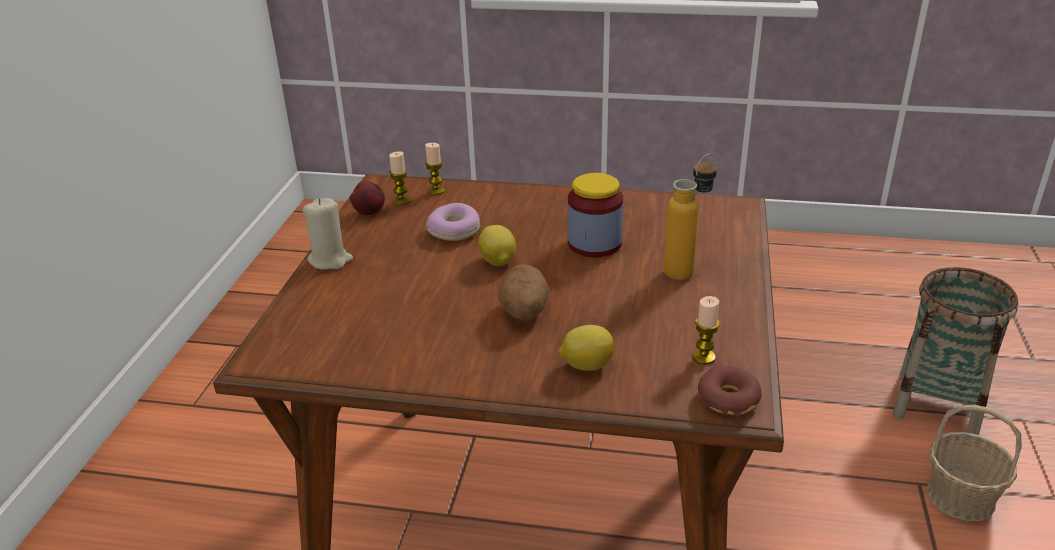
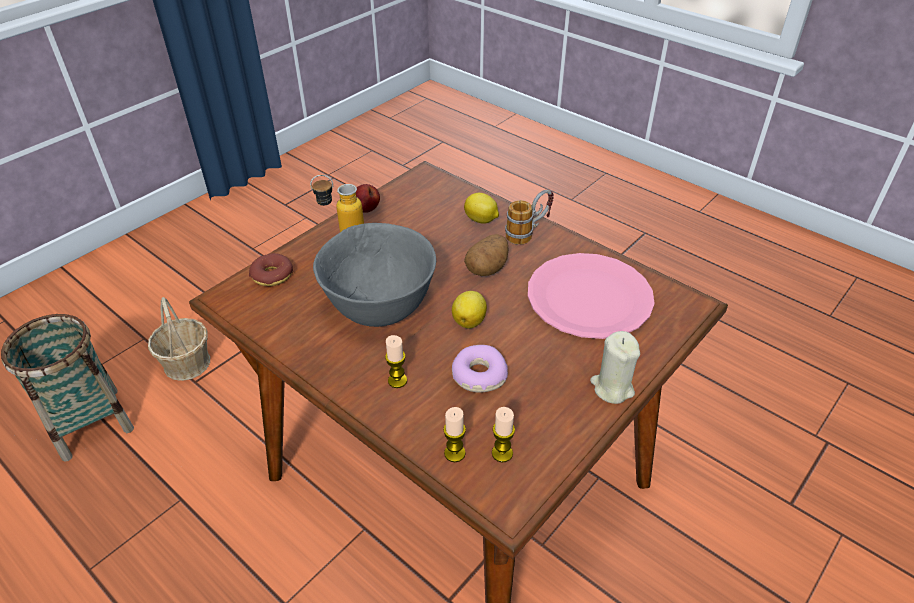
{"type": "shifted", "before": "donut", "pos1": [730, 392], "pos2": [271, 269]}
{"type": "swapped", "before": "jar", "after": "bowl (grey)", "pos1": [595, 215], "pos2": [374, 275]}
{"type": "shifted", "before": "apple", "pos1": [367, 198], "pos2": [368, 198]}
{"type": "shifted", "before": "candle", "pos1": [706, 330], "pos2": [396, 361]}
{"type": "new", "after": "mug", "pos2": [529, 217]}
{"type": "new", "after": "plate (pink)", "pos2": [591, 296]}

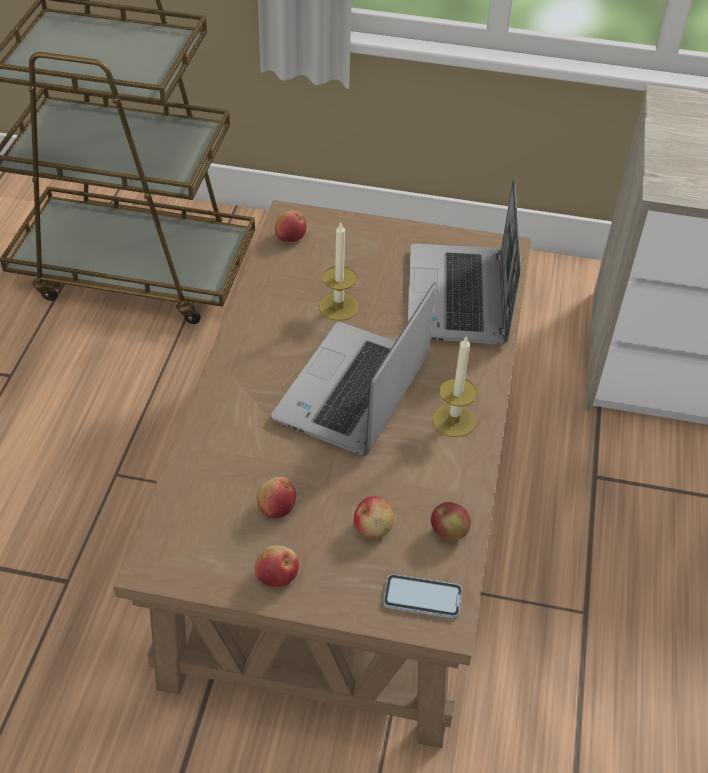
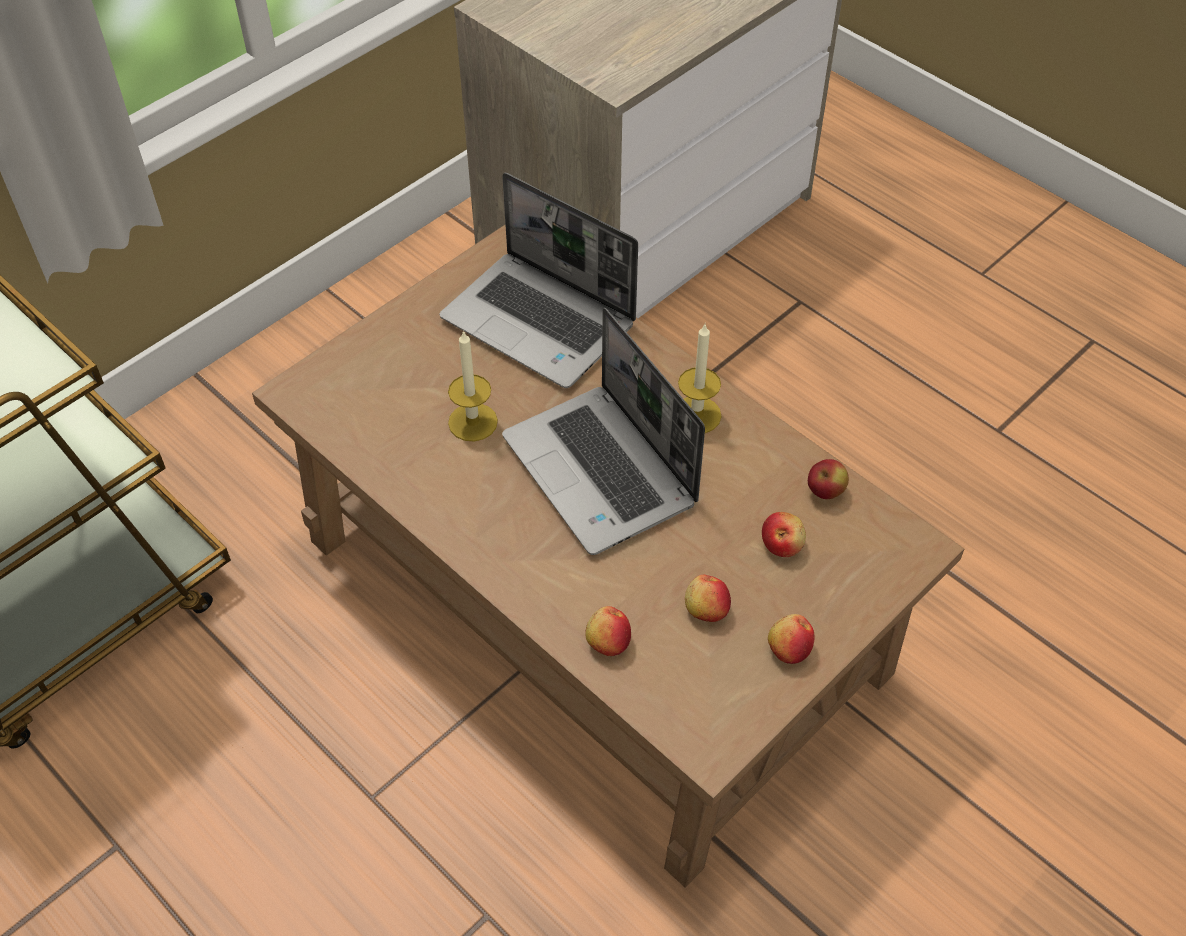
{"type": "shifted", "before": "apple", "pos1": [291, 226], "pos2": [608, 631]}
{"type": "gone", "before": "phone", "pos1": [422, 596]}

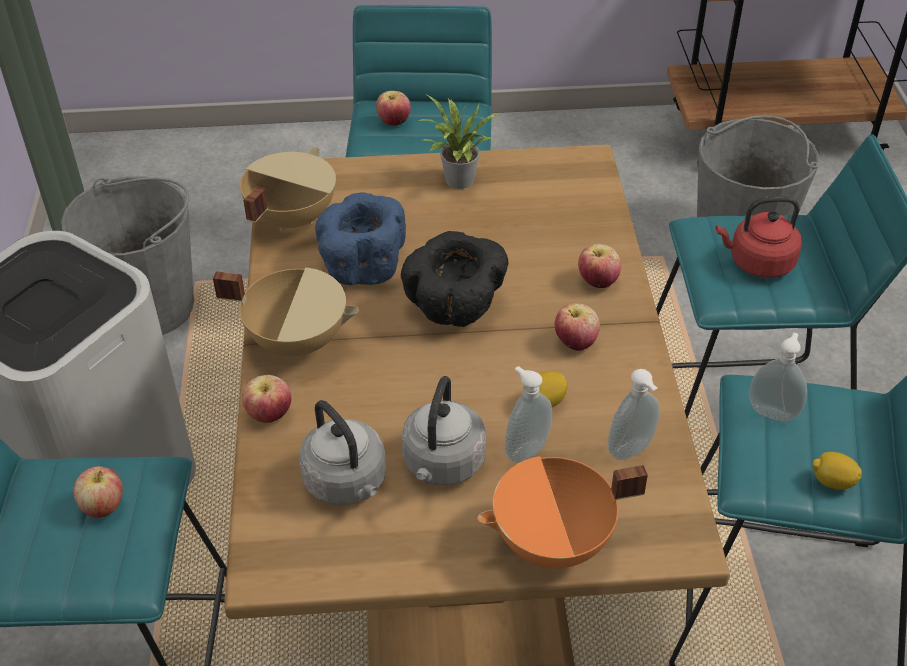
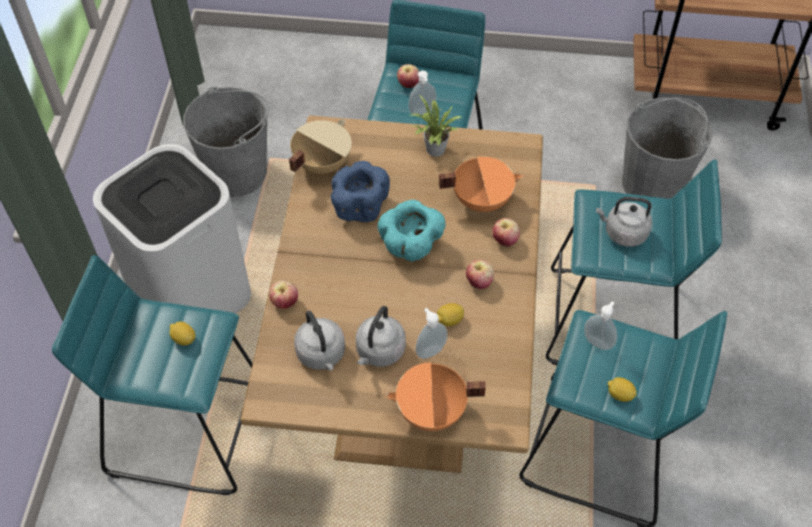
{"type": "swapped", "before": "apple", "after": "lemon", "pos1": [98, 492], "pos2": [182, 333]}
{"type": "repainted", "before": "bowl (black)", "after": "bowl (turquoise)", "pos1": [454, 279], "pos2": [412, 231]}
{"type": "shifted", "before": "soap dispenser", "pos1": [634, 414], "pos2": [422, 92]}
{"type": "new", "after": "cooking pot (orange)", "pos2": [481, 184]}
{"type": "repainted", "before": "kettle (red)", "after": "kettle (grey)", "pos1": [759, 237], "pos2": [624, 222]}
{"type": "gone", "before": "cooking pot (beige)", "pos1": [286, 313]}

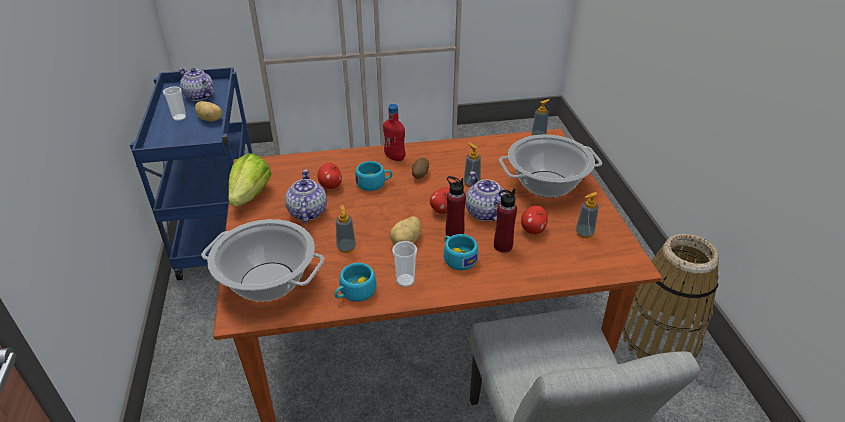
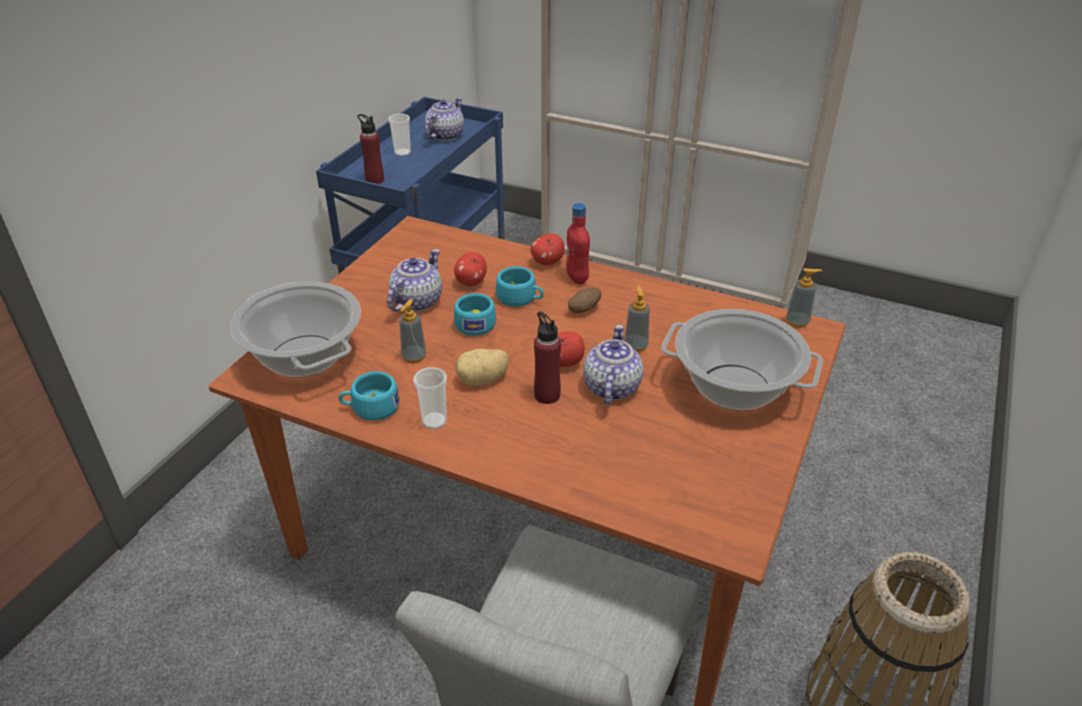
{"type": "shifted", "before": "bottle (red)", "pos1": [505, 220], "pos2": [370, 149]}
{"type": "rotated", "before": "teapot", "pos1": [196, 84], "pos2": [444, 119], "turn": 45}
{"type": "shifted", "before": "cup (turquoise)", "pos1": [461, 252], "pos2": [475, 314]}
{"type": "shifted", "before": "apple", "pos1": [534, 220], "pos2": [547, 249]}
{"type": "gone", "before": "potato", "pos1": [209, 111]}
{"type": "gone", "before": "lettuce", "pos1": [250, 180]}
{"type": "gone", "before": "soap dispenser", "pos1": [587, 215]}

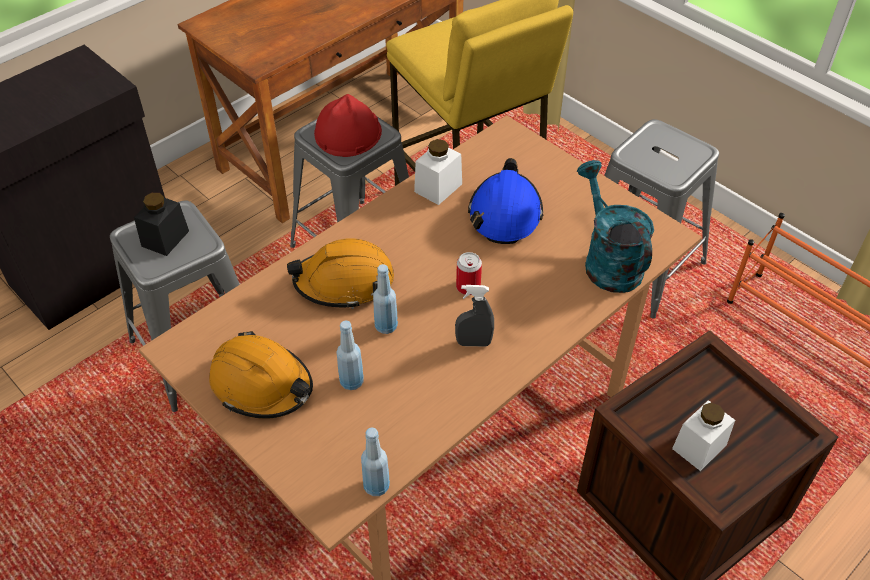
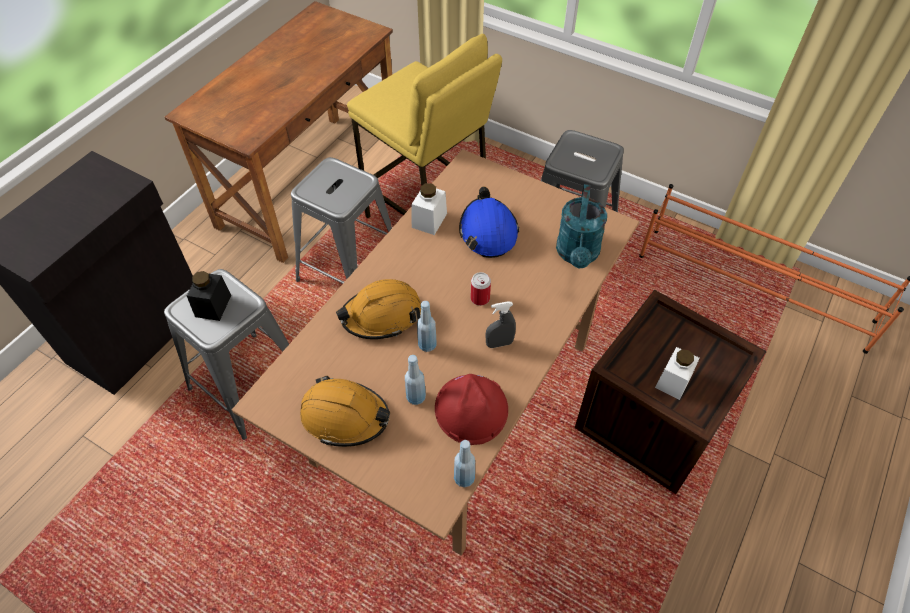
{"type": "shifted", "before": "hard hat (red)", "pos1": [348, 125], "pos2": [471, 409]}
{"type": "rotated", "before": "watering can (turquoise)", "pos1": [615, 226], "pos2": [581, 226], "turn": -135}

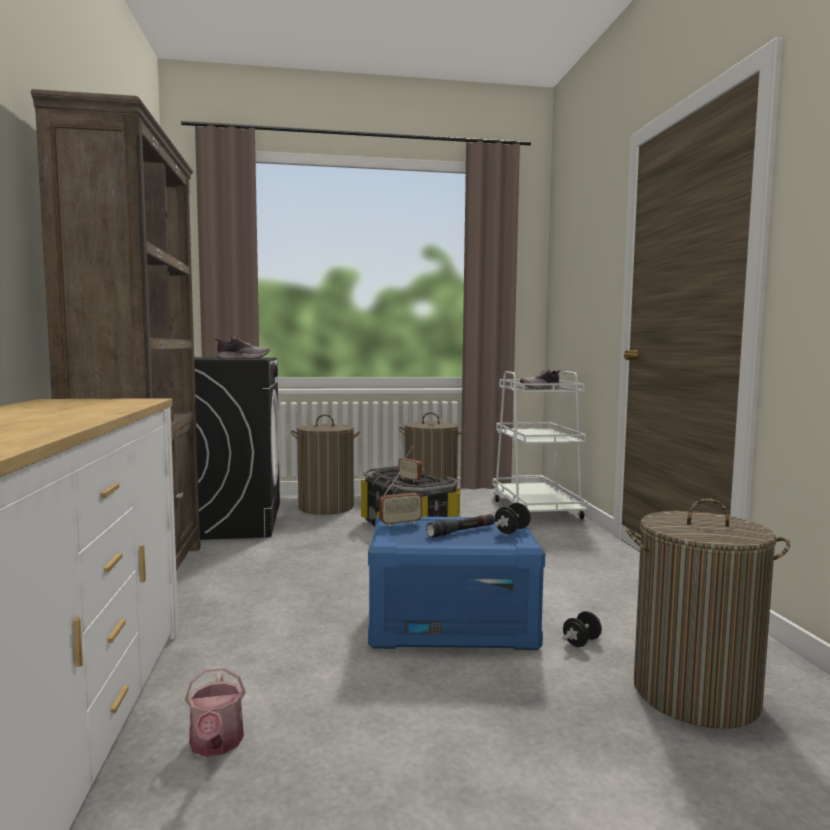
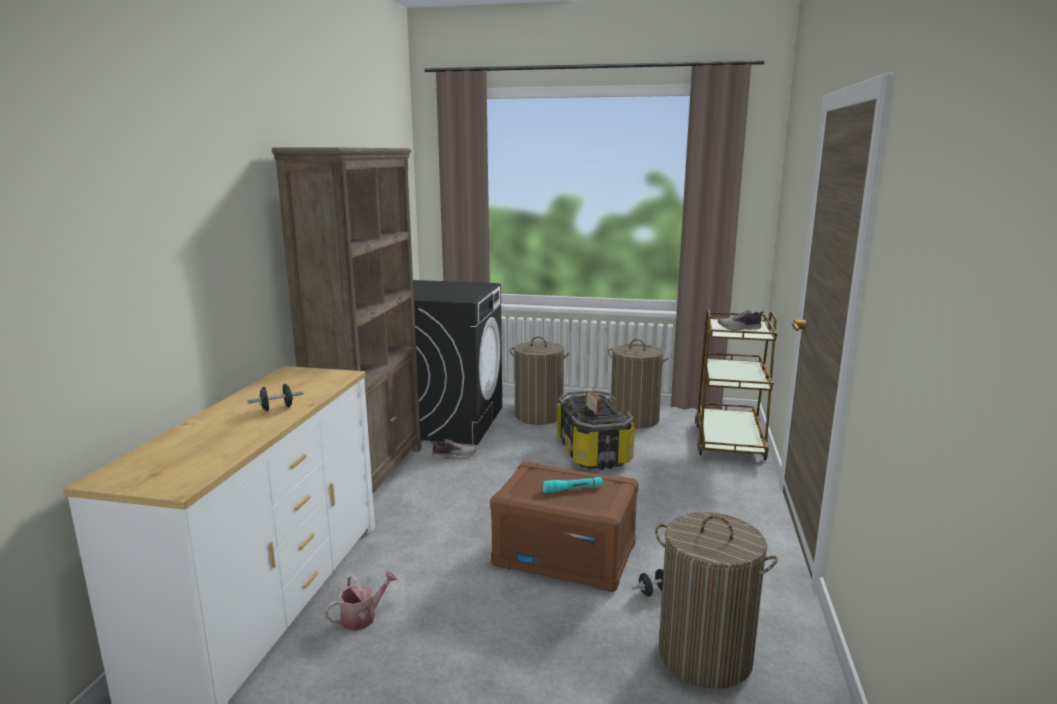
{"type": "shifted", "before": "dumbbell (black)", "pos1": [513, 518], "pos2": [275, 397]}
{"type": "rotated", "before": "watering can", "pos1": [215, 711], "pos2": [361, 601], "turn": -135}
{"type": "shifted", "before": "shoe", "pos1": [242, 348], "pos2": [453, 449]}
{"type": "repainted", "before": "storage box (blue)", "after": "storage box (brown)", "pos1": [456, 583], "pos2": [564, 526]}
{"type": "repainted", "before": "flashlight (black)", "after": "flashlight (turquoise)", "pos1": [460, 525], "pos2": [572, 485]}
{"type": "repainted", "before": "cart (white)", "after": "cart (brown)", "pos1": [540, 445], "pos2": [736, 384]}
{"type": "gone", "before": "radio", "pos1": [400, 499]}

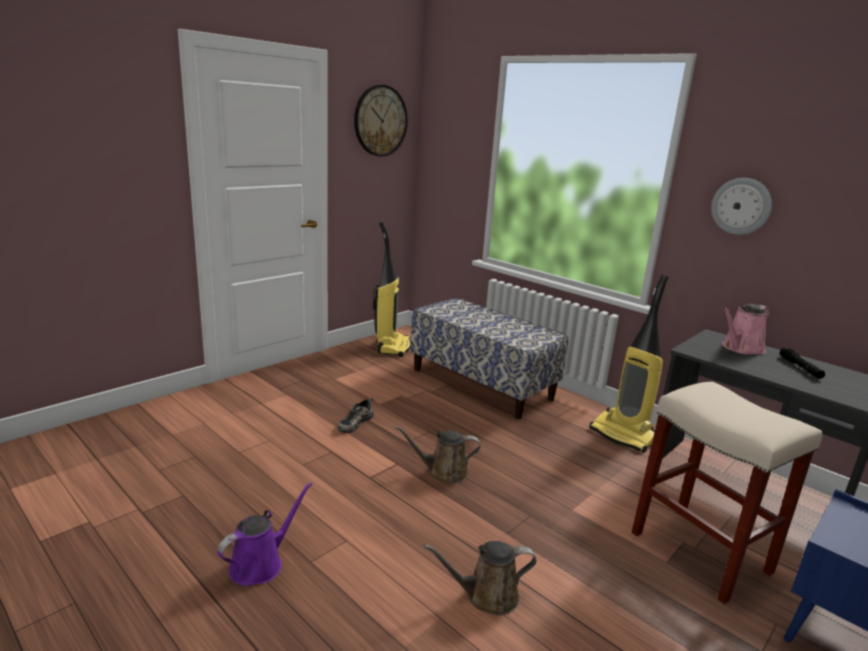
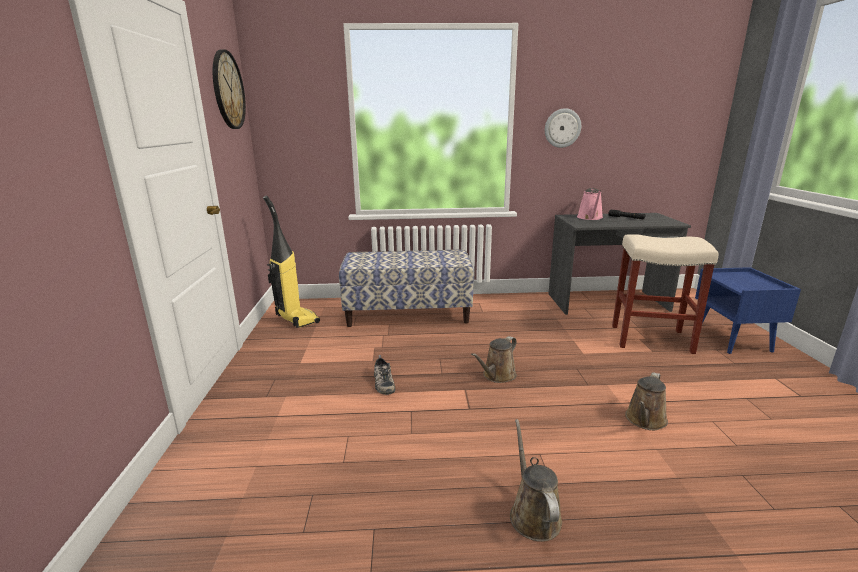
{"type": "repainted", "before": "watering can (purple)", "after": "watering can (brown)", "pos1": [264, 534], "pos2": [536, 480]}
{"type": "gone", "before": "vacuum cleaner", "pos1": [628, 364]}

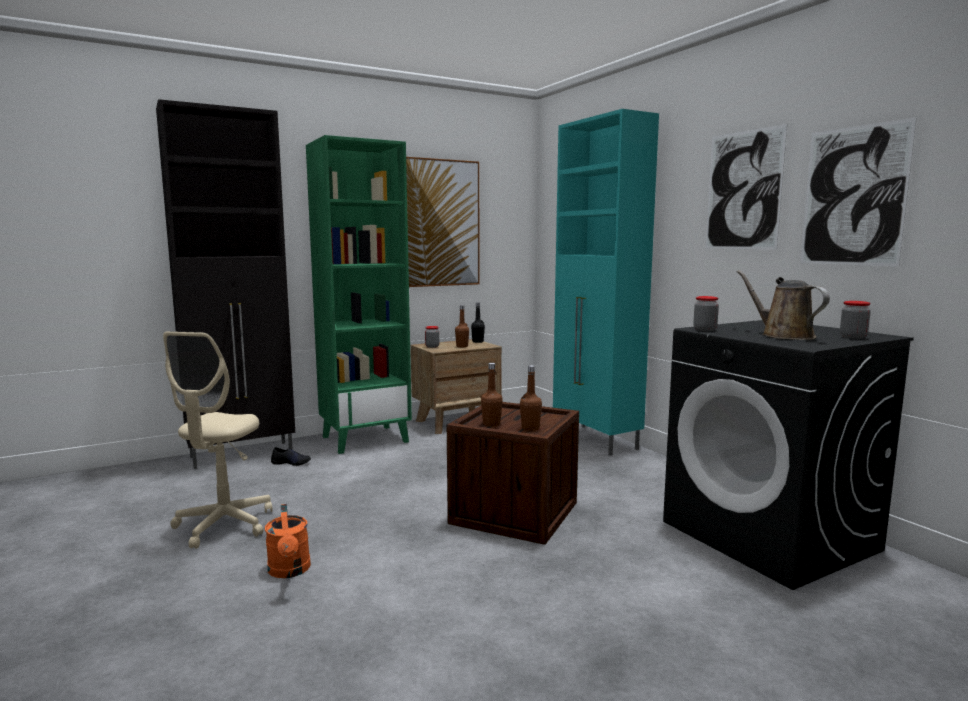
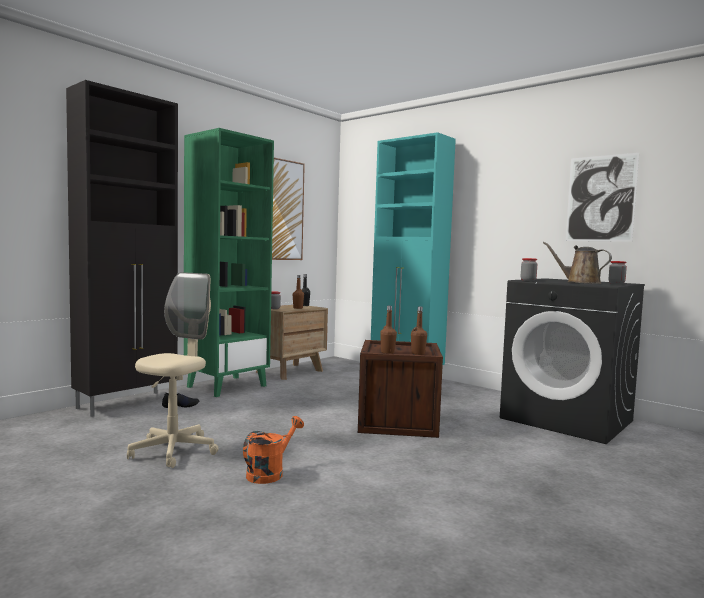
{"type": "rotated", "before": "office chair (beige)", "pos1": [218, 440], "pos2": [173, 370], "turn": -150}
{"type": "rotated", "before": "watering can (orange)", "pos1": [288, 541], "pos2": [273, 450], "turn": -105}
{"type": "gone", "before": "picture", "pos1": [746, 187]}

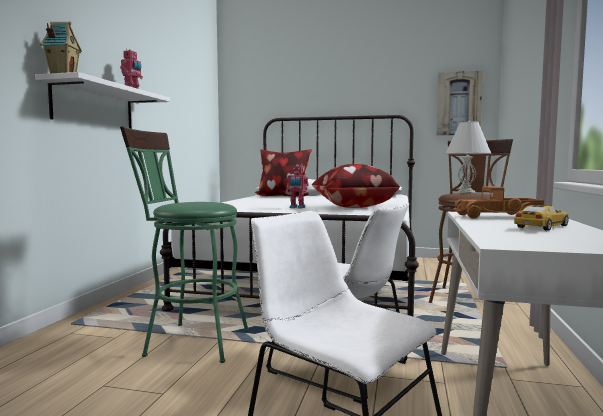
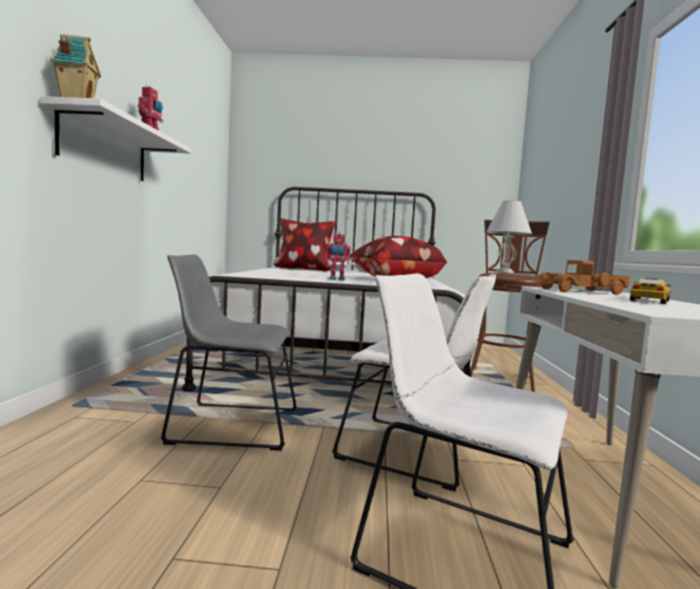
{"type": "swapped", "before": "stool (green)", "after": "chair (grey)", "pos1": [184, 244], "pos2": [229, 353]}
{"type": "gone", "before": "picture", "pos1": [459, 103]}

